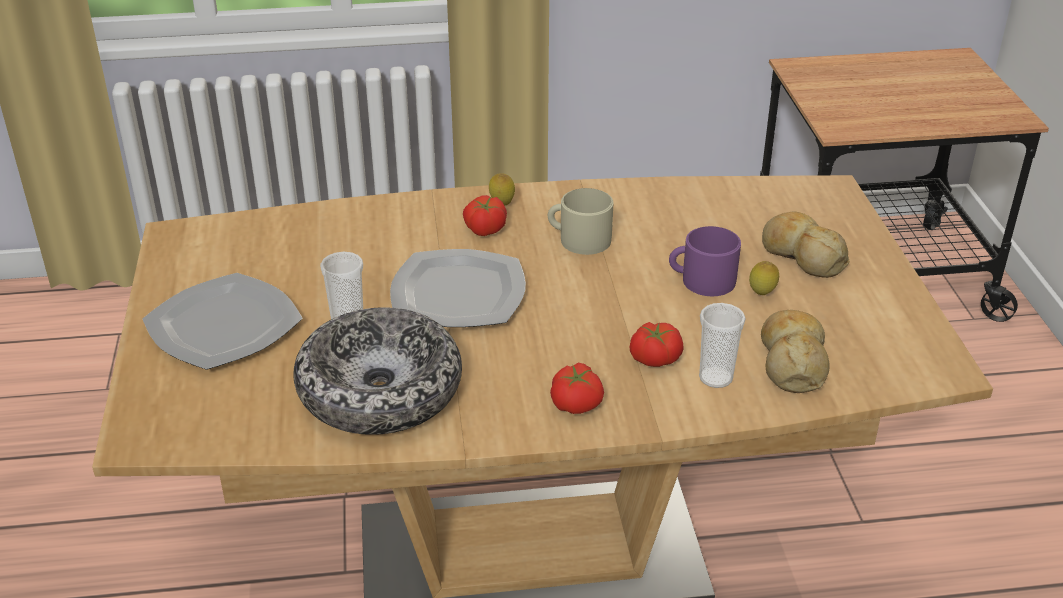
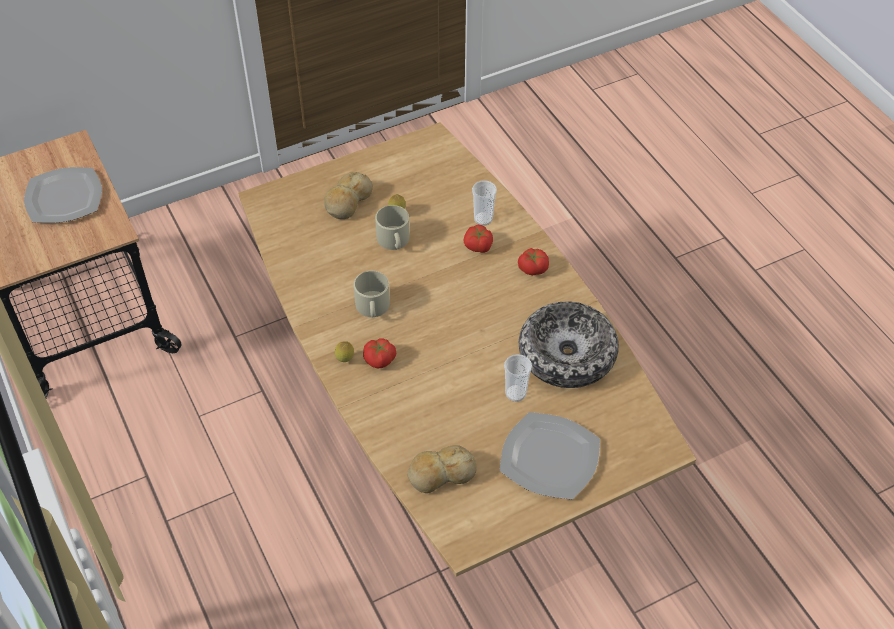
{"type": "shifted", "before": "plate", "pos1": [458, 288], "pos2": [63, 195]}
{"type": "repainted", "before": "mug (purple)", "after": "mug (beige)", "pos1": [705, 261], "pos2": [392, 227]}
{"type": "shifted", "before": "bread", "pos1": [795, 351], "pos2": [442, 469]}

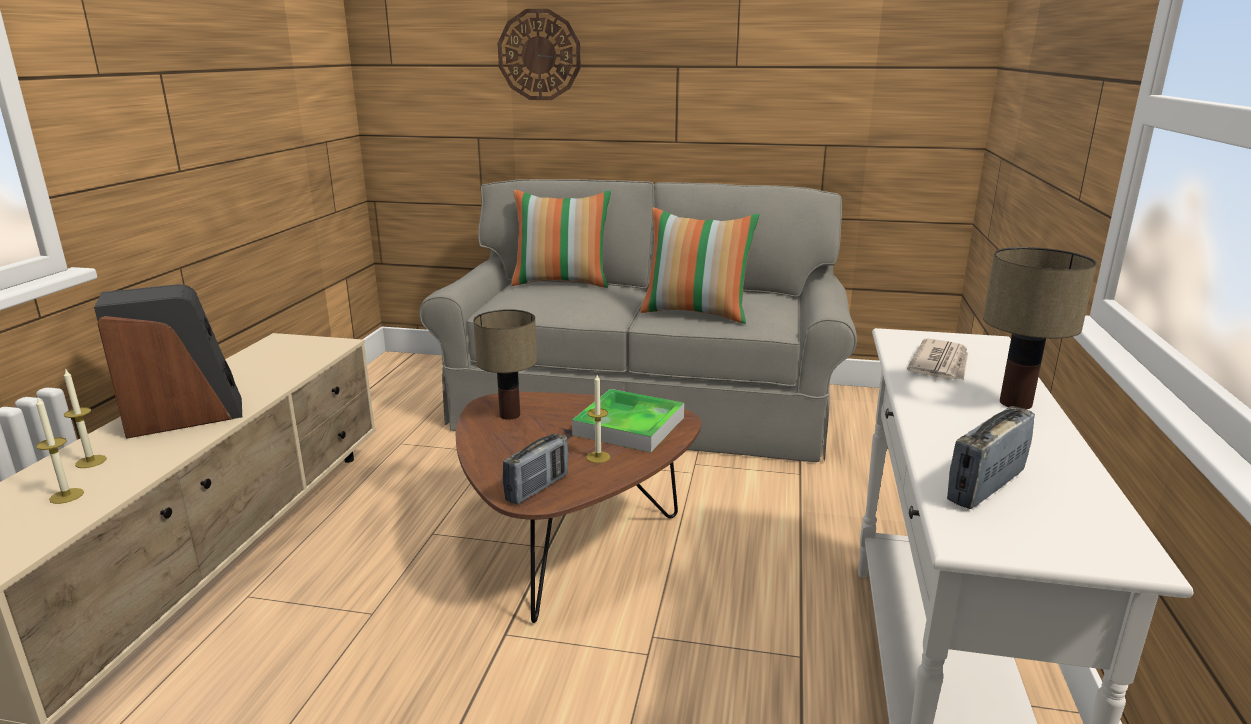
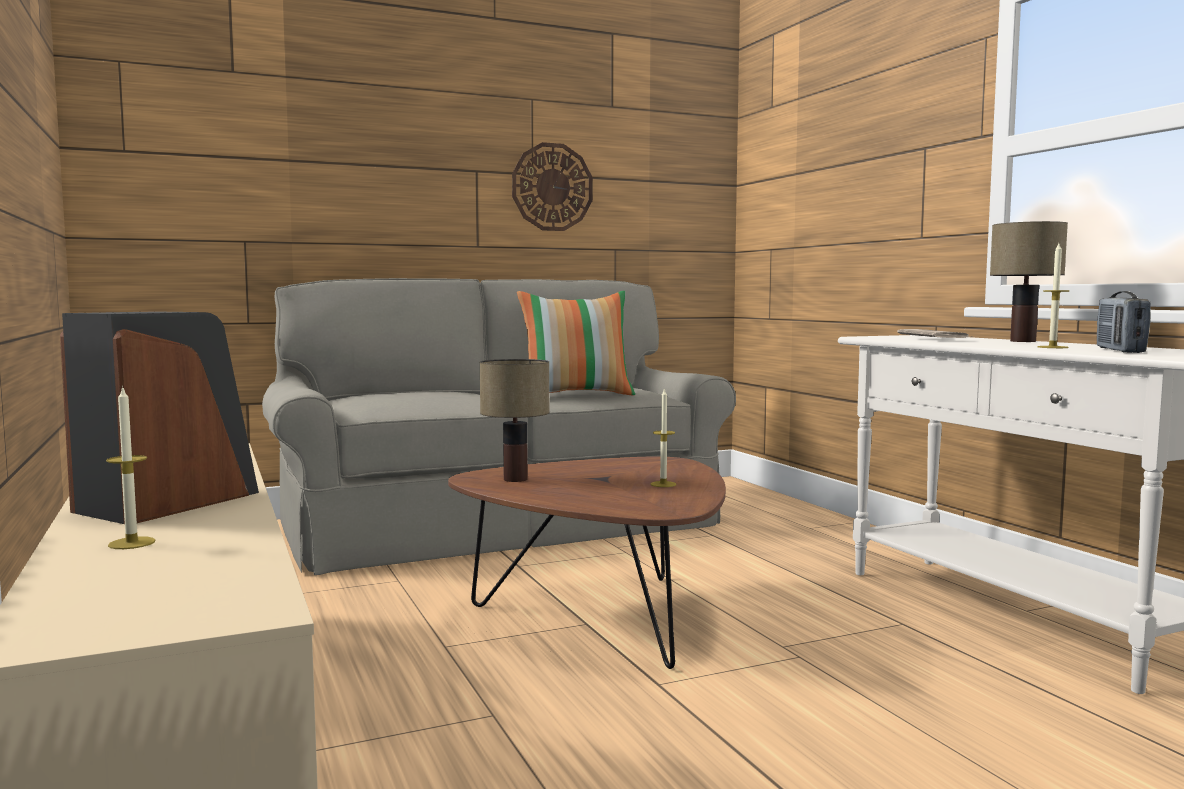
{"type": "shifted", "before": "wall clock", "pos1": [539, 54], "pos2": [552, 186]}
{"type": "shifted", "before": "candle", "pos1": [60, 451], "pos2": [1053, 295]}
{"type": "gone", "before": "radio", "pos1": [535, 468]}
{"type": "gone", "before": "pillow", "pos1": [561, 239]}
{"type": "gone", "before": "tray", "pos1": [628, 420]}

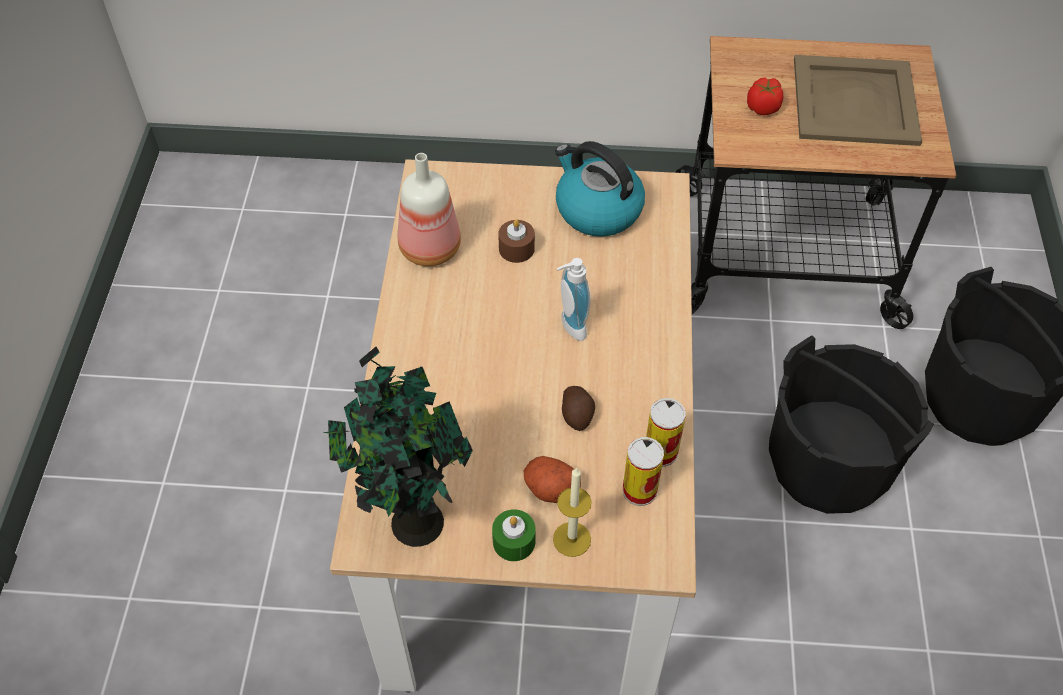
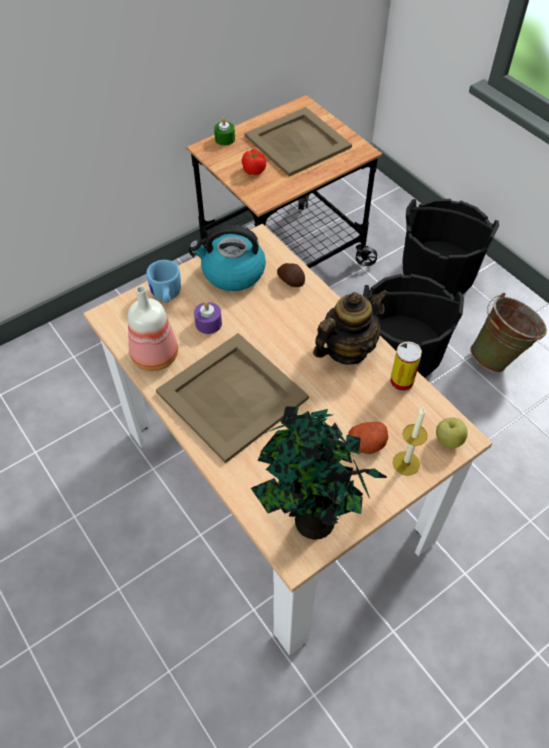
{"type": "new", "after": "mug (blue)", "pos2": [163, 281]}
{"type": "new", "after": "tray (beige)", "pos2": [232, 398]}
{"type": "repainted", "before": "candle (brown)", "after": "candle (purple)", "pos1": [516, 241], "pos2": [208, 318]}
{"type": "shifted", "before": "candle (green)", "pos1": [513, 535], "pos2": [224, 132]}
{"type": "shifted", "before": "potato", "pos1": [578, 408], "pos2": [291, 275]}
{"type": "new", "after": "teapot", "pos2": [351, 327]}
{"type": "new", "after": "apple", "pos2": [452, 433]}
{"type": "new", "after": "bucket (green)", "pos2": [508, 332]}
{"type": "gone", "before": "soap dispenser", "pos1": [573, 299]}
{"type": "gone", "before": "can", "pos1": [643, 471]}

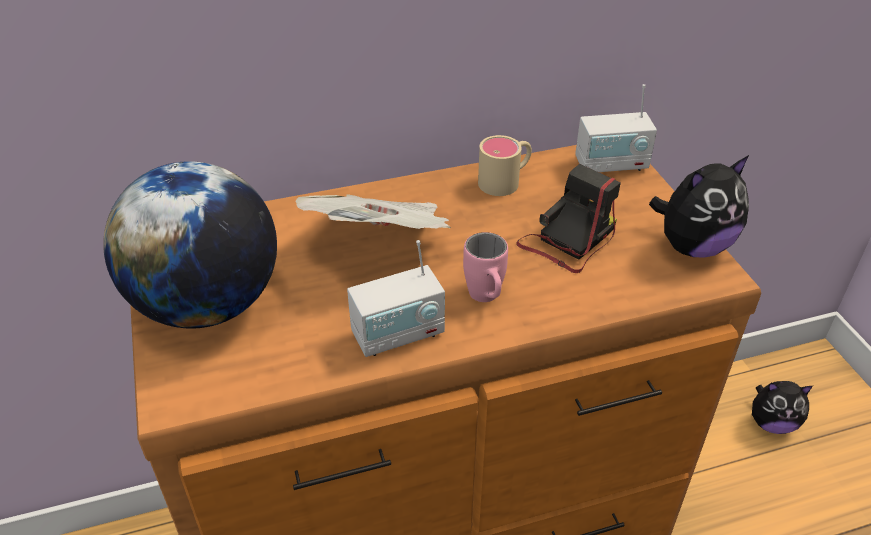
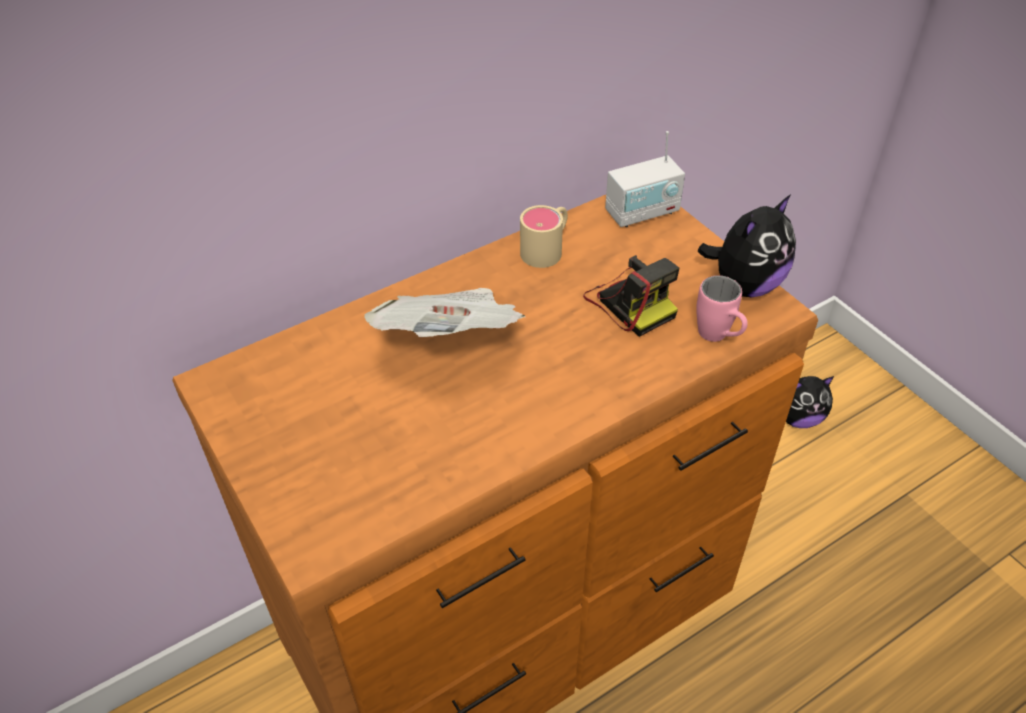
{"type": "rotated", "before": "photo camera", "pos1": [568, 218], "pos2": [631, 296], "turn": 120}
{"type": "shifted", "before": "mug (pink)", "pos1": [485, 267], "pos2": [722, 308]}
{"type": "gone", "before": "globe", "pos1": [190, 245]}
{"type": "gone", "before": "radio", "pos1": [396, 298]}

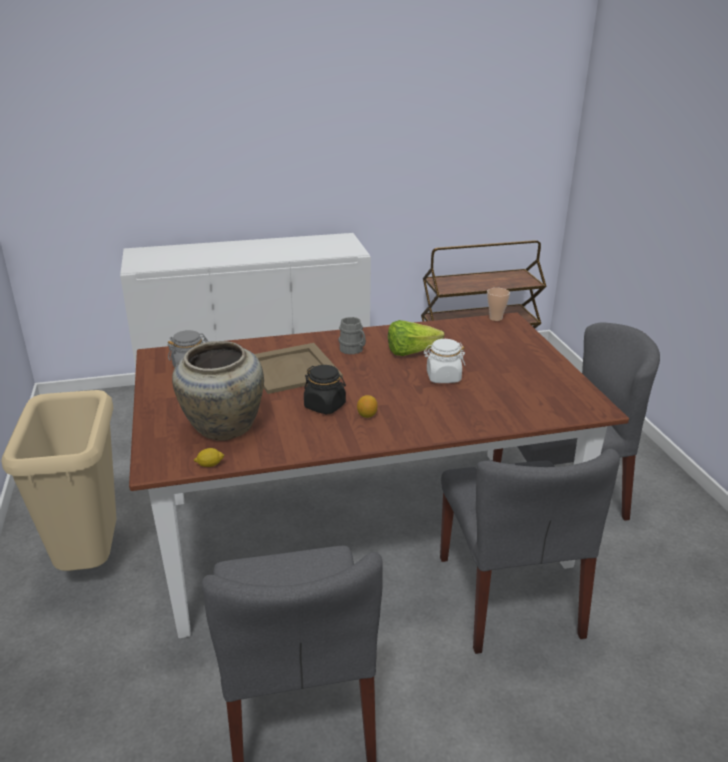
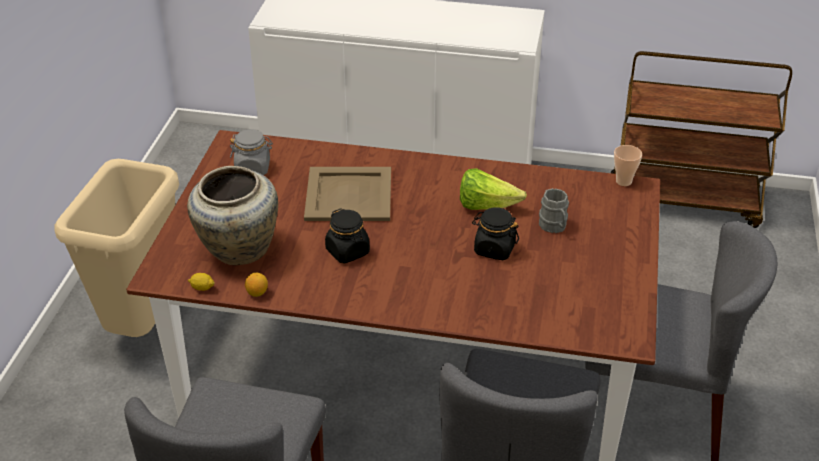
{"type": "shifted", "before": "lemon", "pos1": [367, 406], "pos2": [256, 285]}
{"type": "repainted", "before": "jar (white)", "after": "jar (black)", "pos1": [444, 361], "pos2": [495, 233]}
{"type": "shifted", "before": "mug (grey)", "pos1": [352, 335], "pos2": [554, 210]}

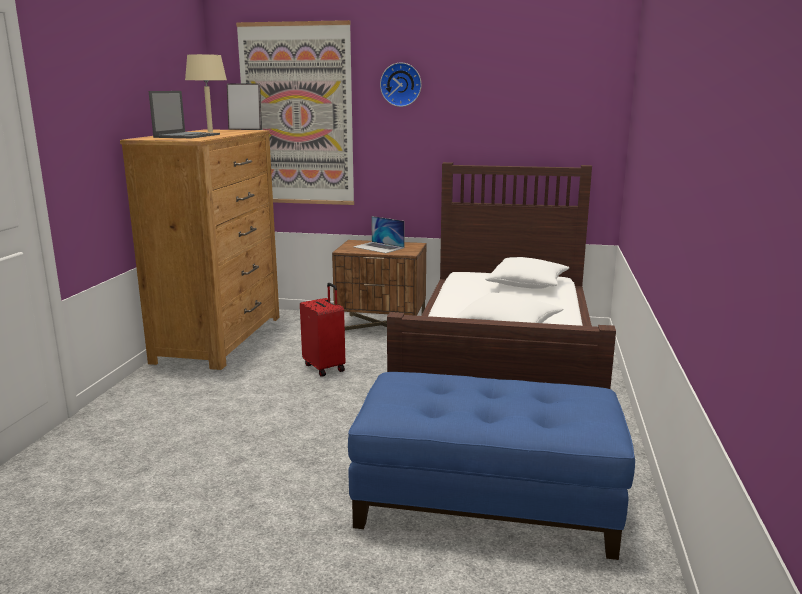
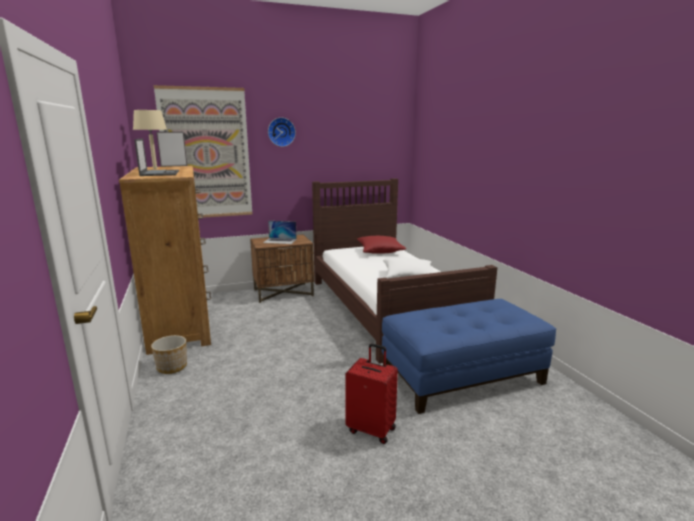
{"type": "new", "after": "planter", "pos2": [169, 354]}
{"type": "shifted", "before": "suitcase (red)", "pos1": [322, 329], "pos2": [371, 393]}
{"type": "repainted", "before": "pillow (white)", "after": "pillow (red)", "pos1": [527, 273], "pos2": [381, 245]}

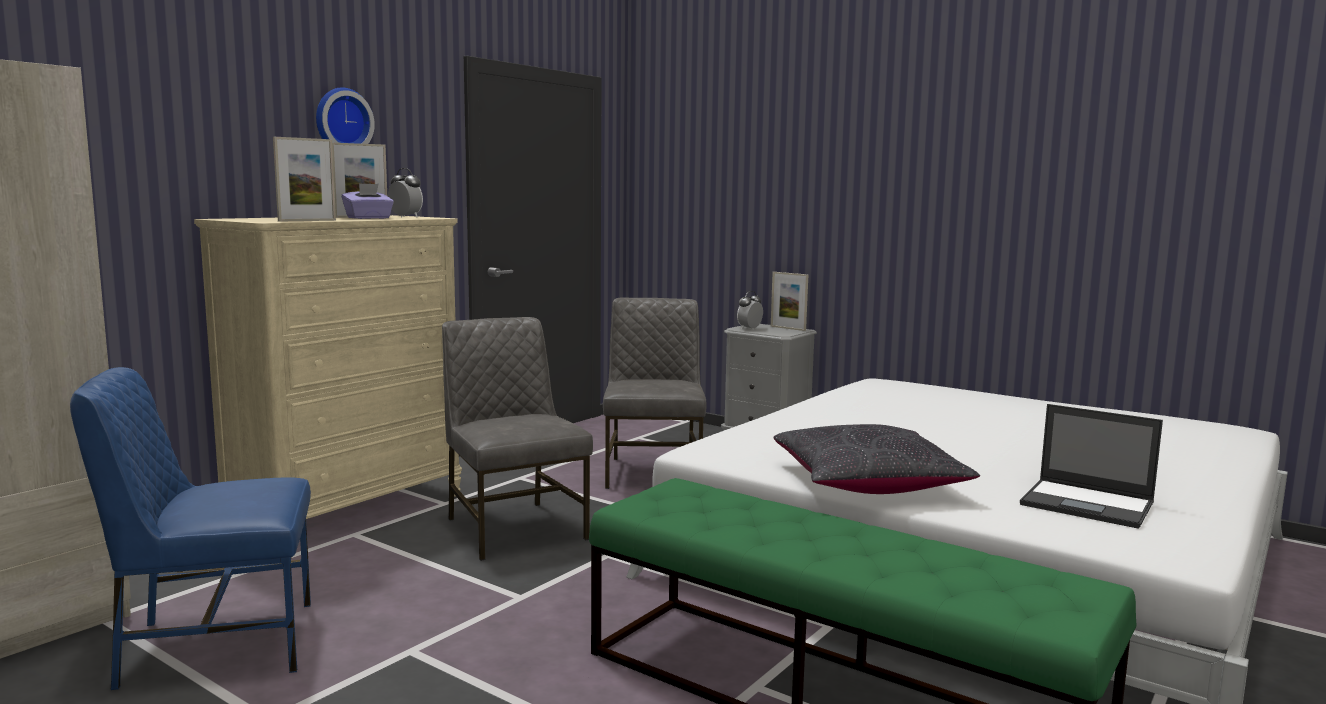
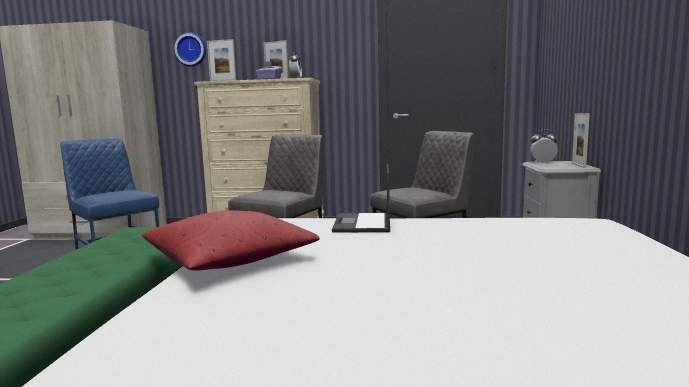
{"type": "repainted", "before": "pillow (black)", "after": "pillow (red)", "pos1": [876, 459], "pos2": [230, 240]}
{"type": "shifted", "before": "wall clock", "pos1": [345, 115], "pos2": [190, 49]}
{"type": "shifted", "before": "laptop", "pos1": [1091, 466], "pos2": [361, 198]}

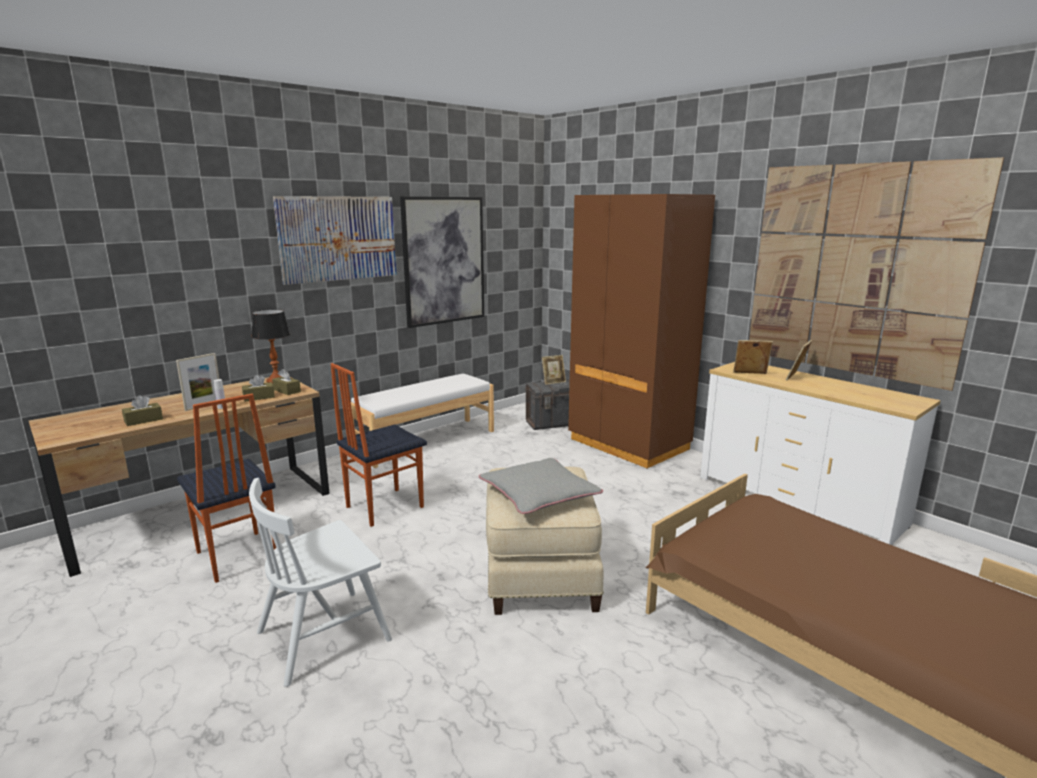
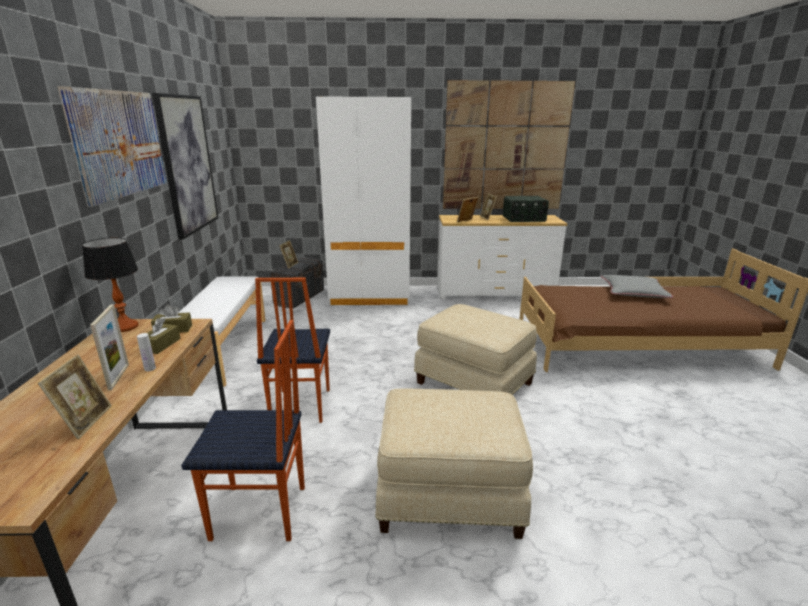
{"type": "swapped", "before": "tissue box (brown)", "after": "picture frame", "pos1": [142, 410], "pos2": [75, 396]}
{"type": "repainted", "before": "wardrobe (brown)", "after": "wardrobe (white)", "pos1": [641, 331], "pos2": [363, 200]}
{"type": "swapped", "before": "chair (white)", "after": "ottoman (beige)", "pos1": [320, 582], "pos2": [454, 463]}
{"type": "new", "after": "radio", "pos2": [526, 209]}
{"type": "shifted", "before": "pillow (grey)", "pos1": [541, 486], "pos2": [637, 286]}

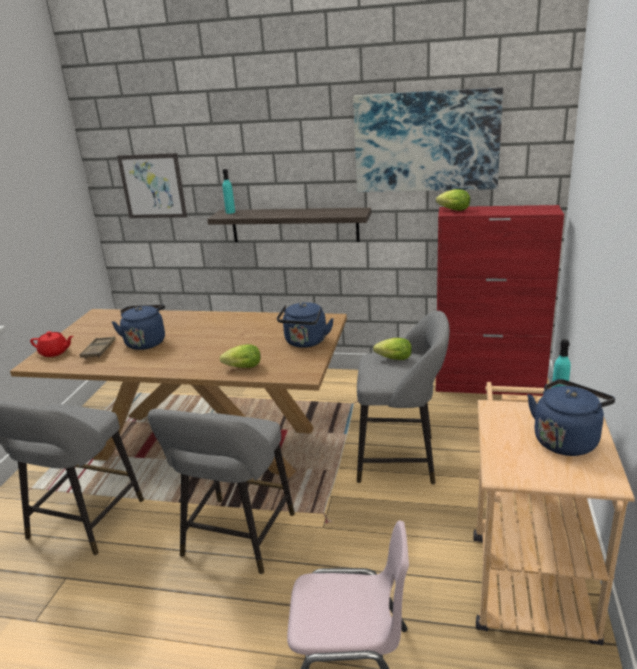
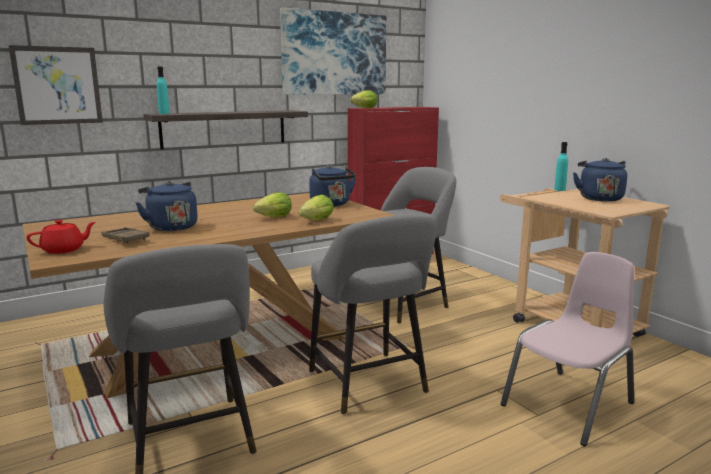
{"type": "shifted", "before": "lettuce", "pos1": [392, 349], "pos2": [272, 204]}

